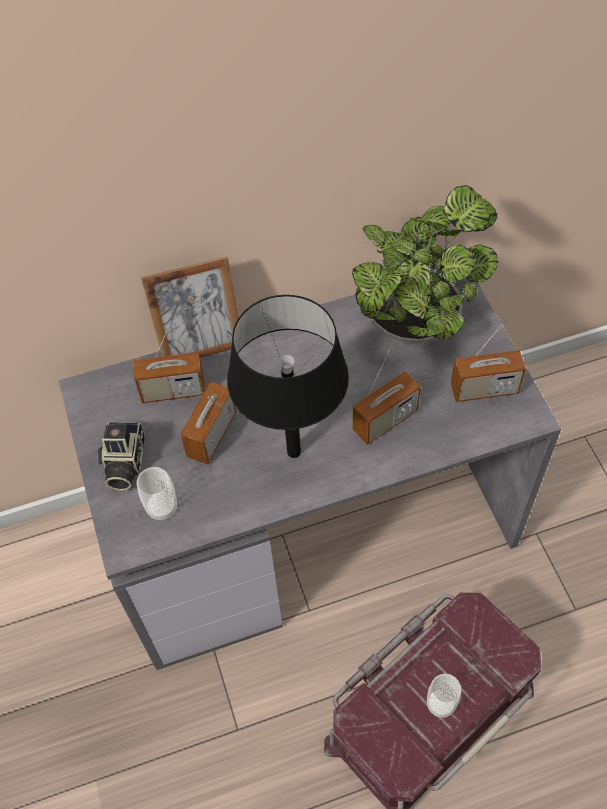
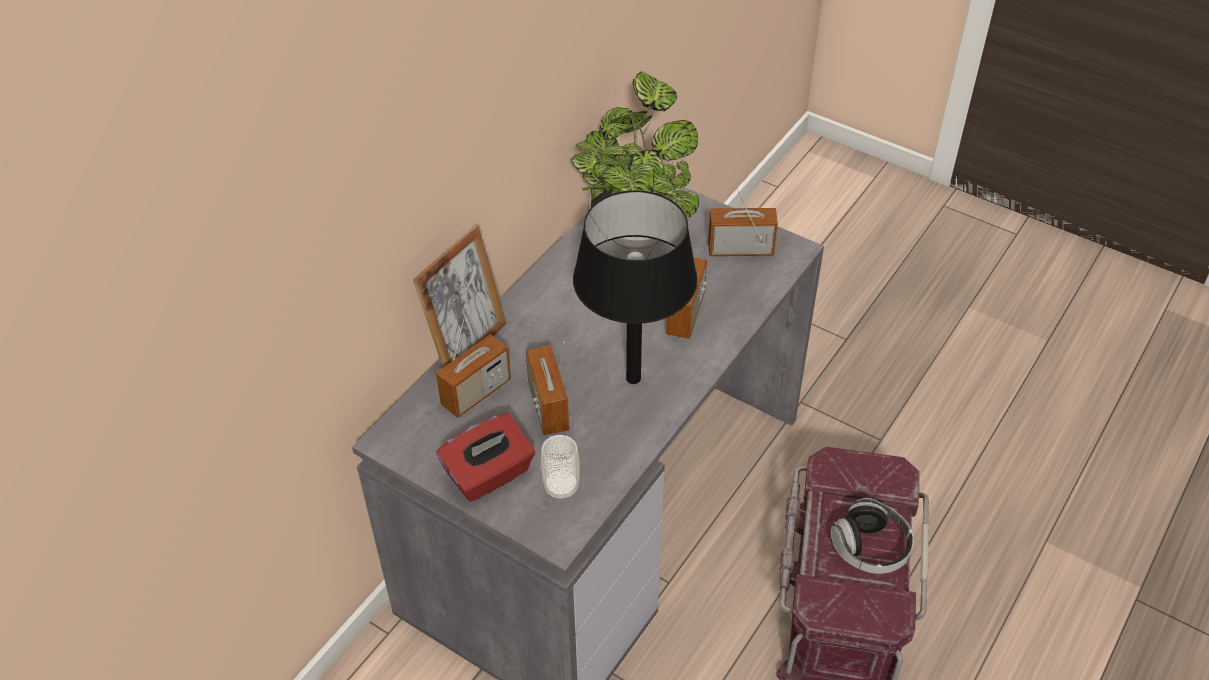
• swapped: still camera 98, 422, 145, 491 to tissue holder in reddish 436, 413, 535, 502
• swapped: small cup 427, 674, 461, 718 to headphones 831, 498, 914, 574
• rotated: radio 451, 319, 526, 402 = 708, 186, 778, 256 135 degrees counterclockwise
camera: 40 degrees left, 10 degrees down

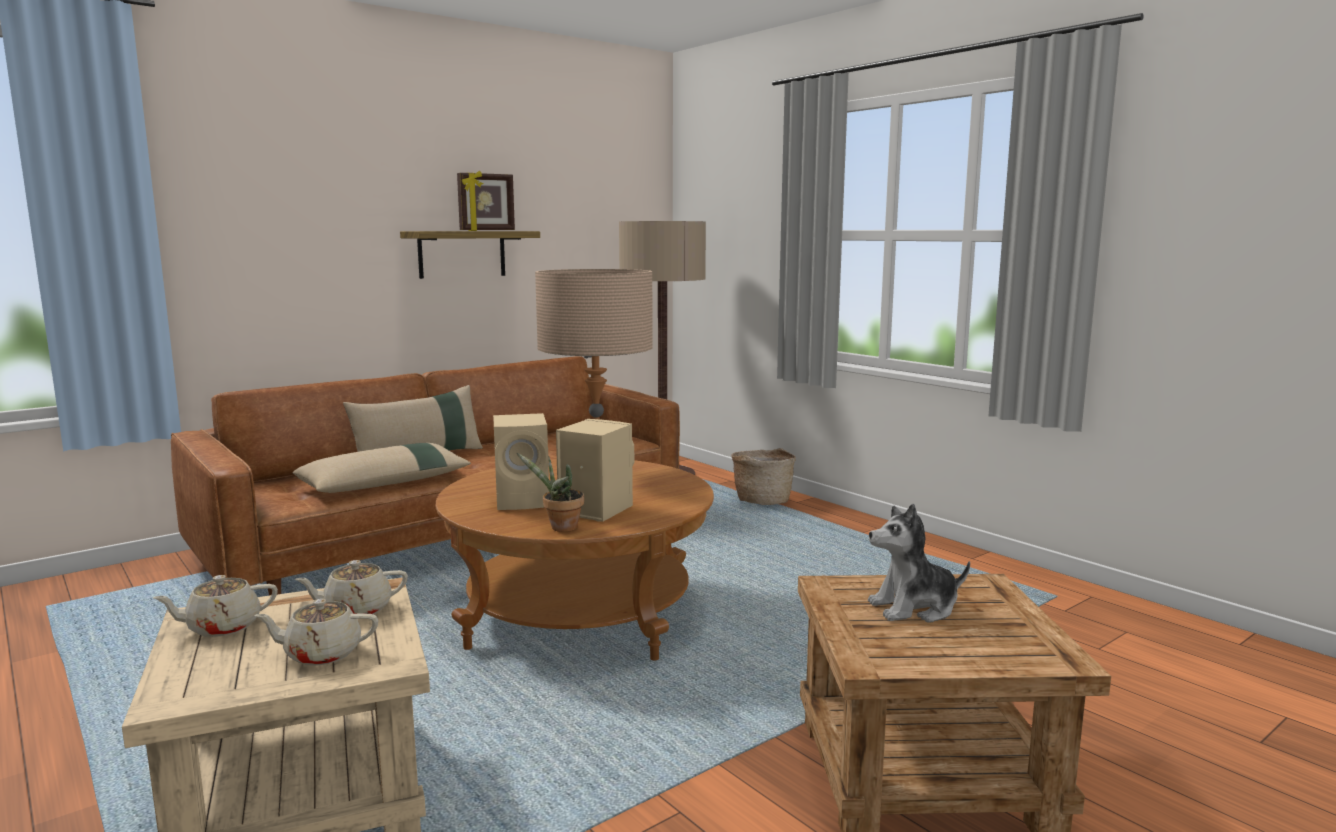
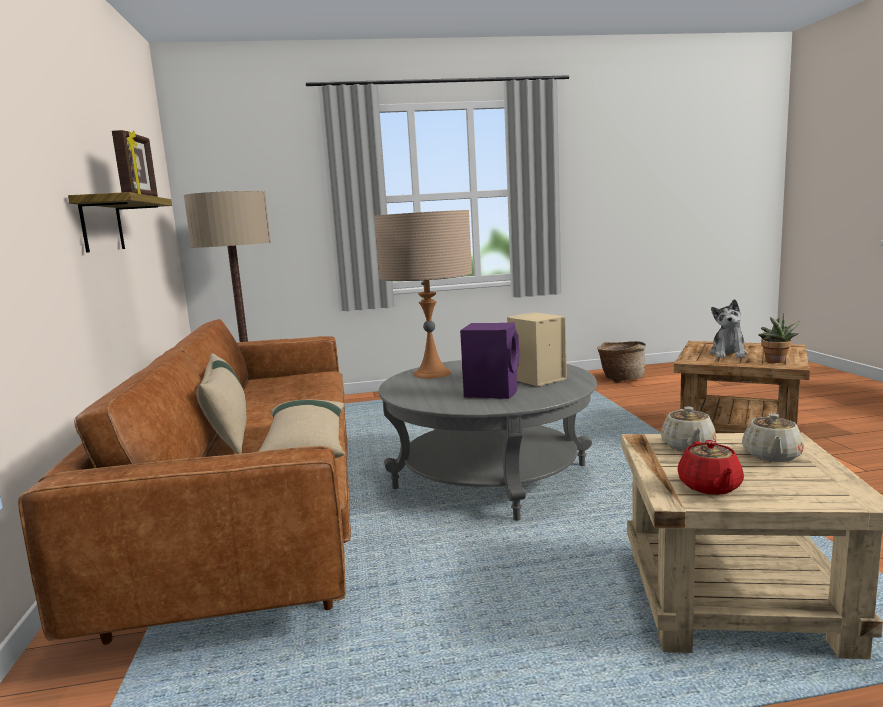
• shifted: potted plant 517, 453, 584, 532 to 758, 314, 800, 363
• shifted: storage basket 731, 448, 796, 505 to 597, 341, 646, 383
• repainted: teapot in sand-coloured 153, 575, 278, 637 to teapot in reddish 677, 440, 744, 495
• repainted: lounge table in brown 436, 459, 714, 660 to lounge table in grey 379, 360, 597, 521
• repainted: audio speaker in sand-coloured 493, 413, 549, 510 to audio speaker in purplish 460, 322, 519, 399
camera: 60 degrees left, 0 degrees up

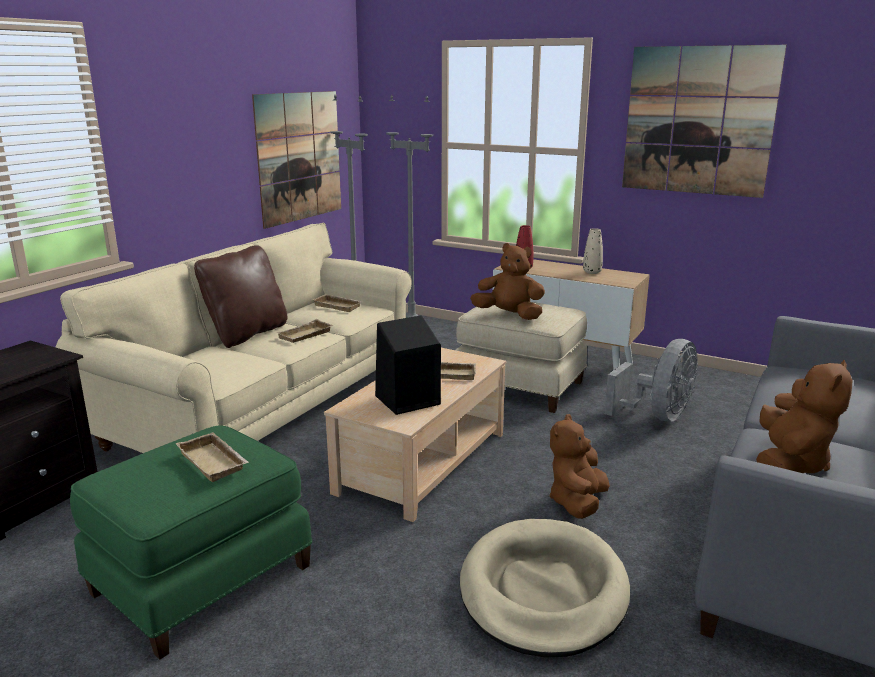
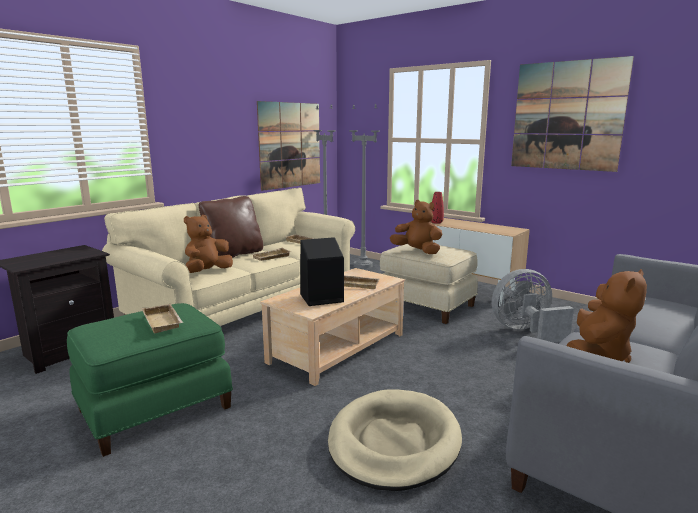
• gone: vase in sand-coloured 583, 228, 603, 274
• shifted: cuddly toy in brown 549, 414, 610, 519 to 184, 215, 233, 273
• rotated: cooling fan in grey 604, 339, 698, 422 = 492, 269, 574, 342 150 degrees counterclockwise
camera: 10 degrees right, 5 degrees down

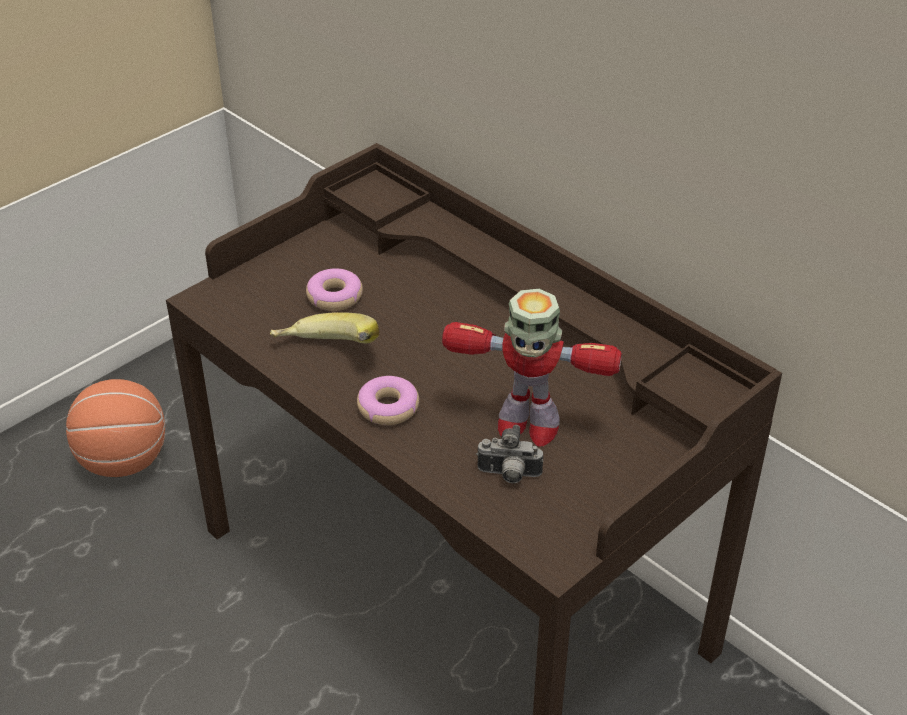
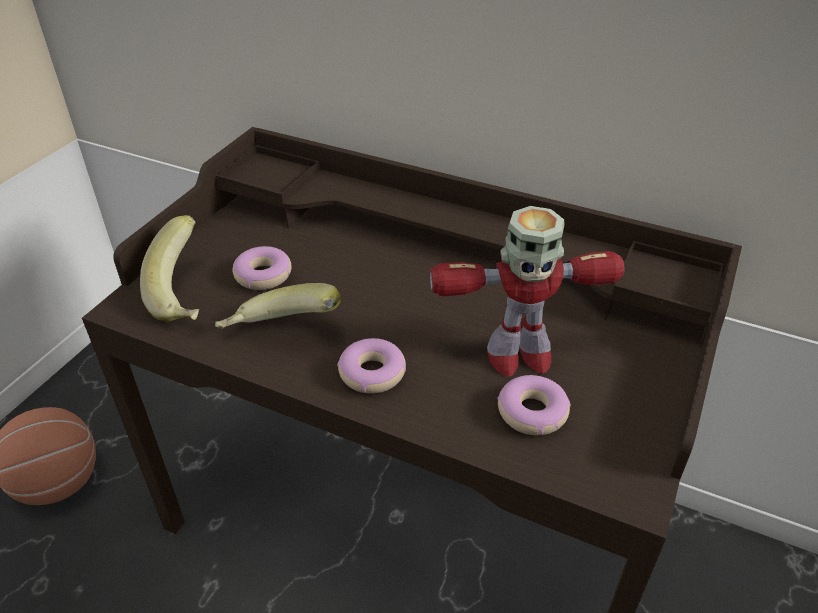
• new: whole banana 140, 215, 200, 322
• swapped: still camera 476, 425, 543, 483 to donut 497, 375, 571, 435
camera: 20 degrees left, 0 degrees up

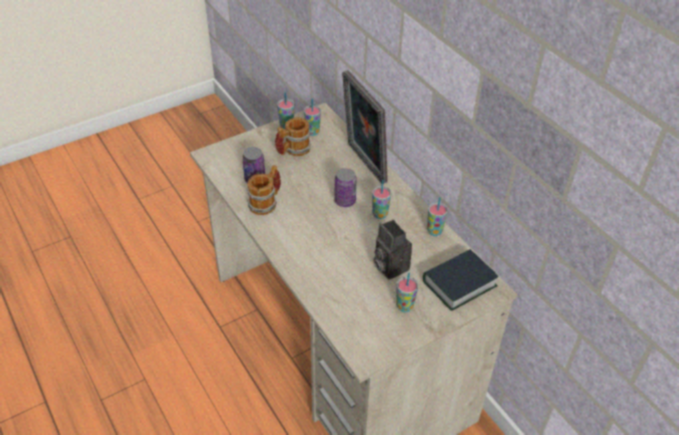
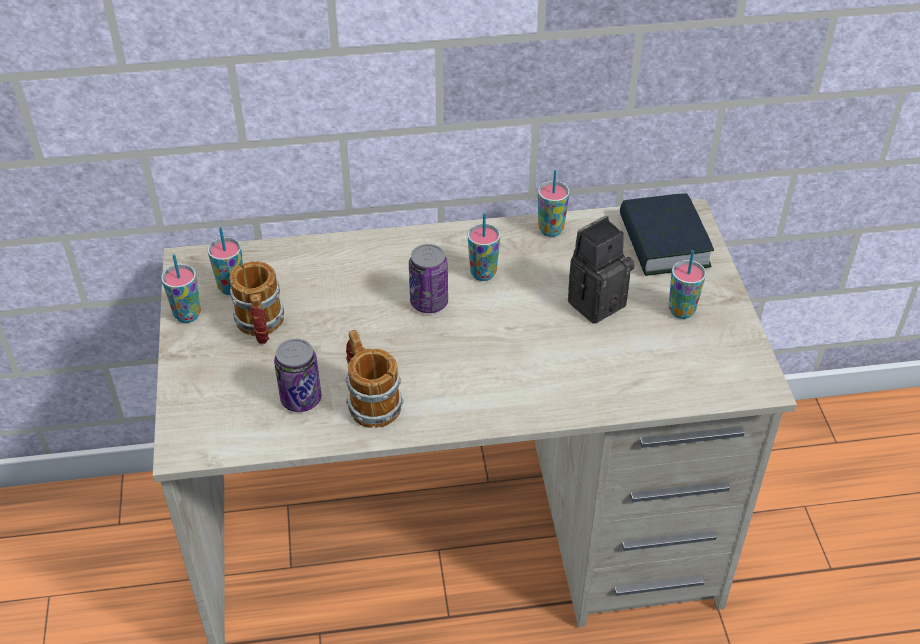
• gone: standing frame 342, 70, 388, 184
• rotated: still camera 373, 220, 412, 280 = 568, 216, 635, 324 150 degrees clockwise
camera: 65 degrees left, 0 degrees up

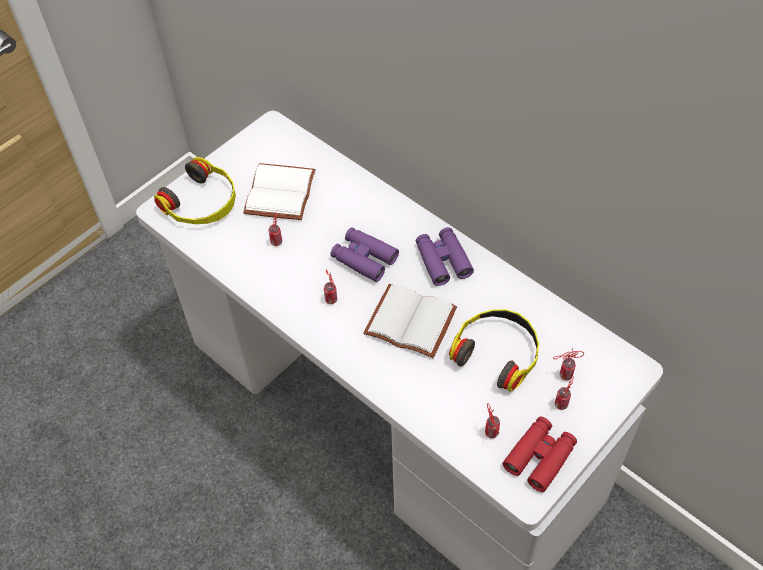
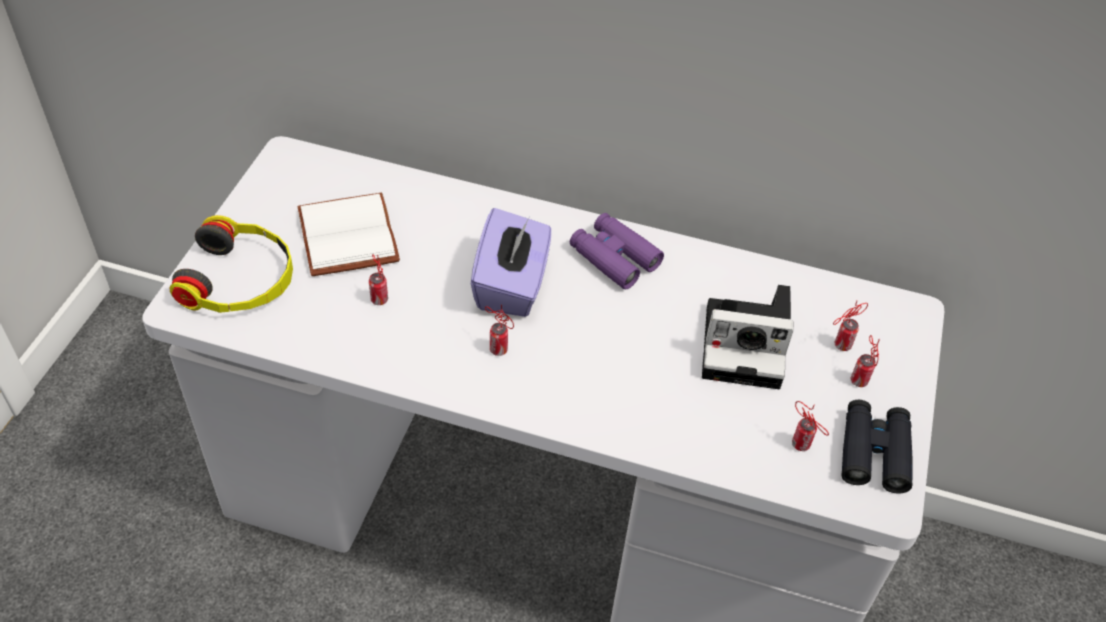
• gone: volume in whitish 364, 284, 457, 358
• swapped: pair of binoculars in purplish 330, 227, 399, 282 to tissue holder in purplish 471, 208, 551, 317
• swapped: headphones 449, 309, 539, 392 to still camera 702, 285, 793, 389
• repainted: pair of binoculars in reddish 503, 417, 577, 492 to pair of binoculars in black-coloured 842, 400, 913, 494
camera: 30 degrees left, 5 degrees down

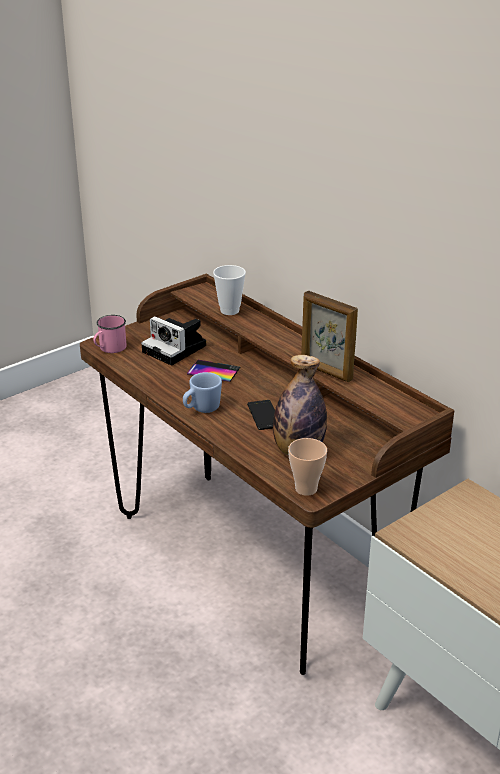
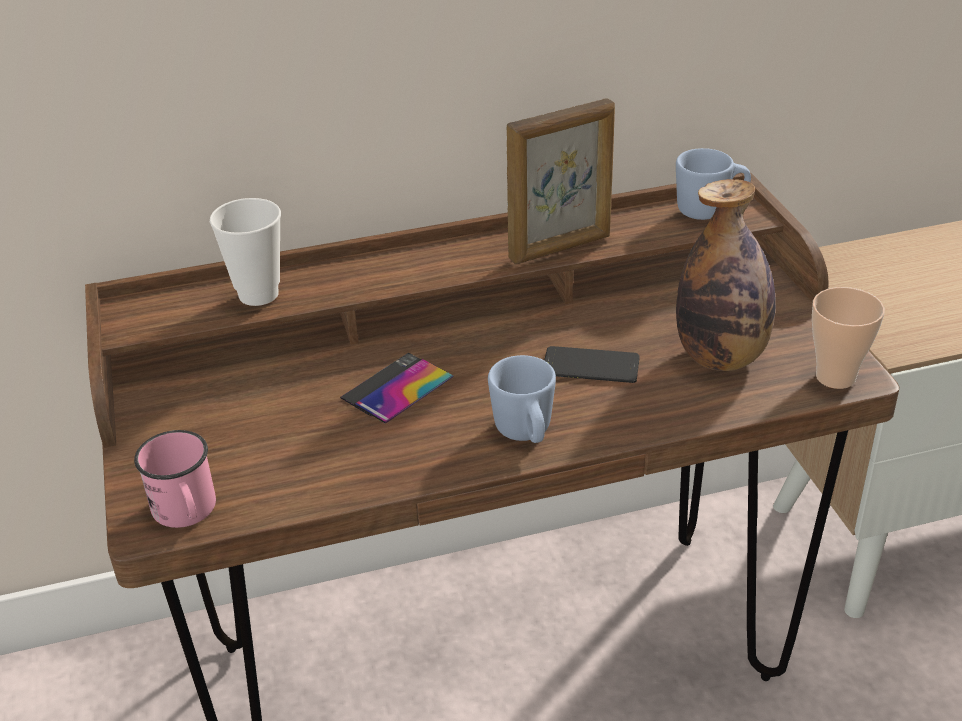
• gone: still camera 141, 316, 206, 365
• new: coffee mug in blue 676, 148, 751, 220
camera: 65 degrees left, 5 degrees up

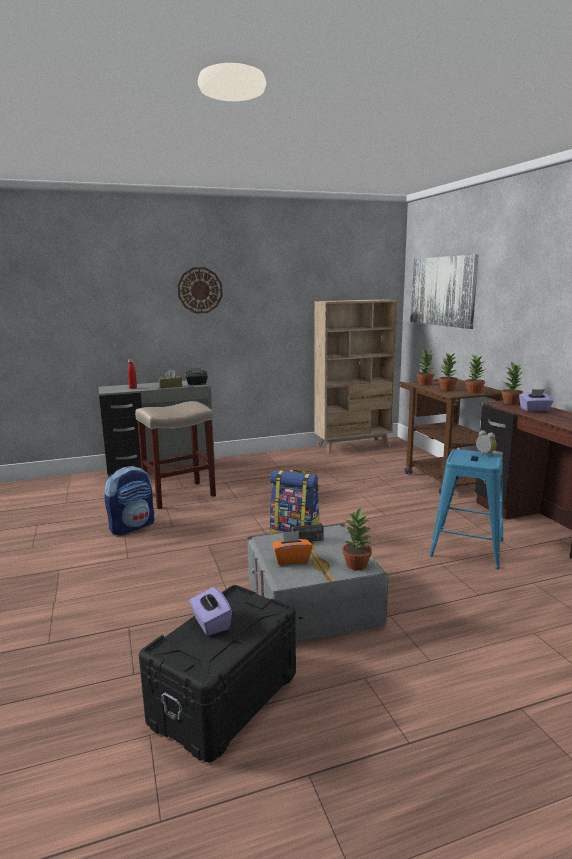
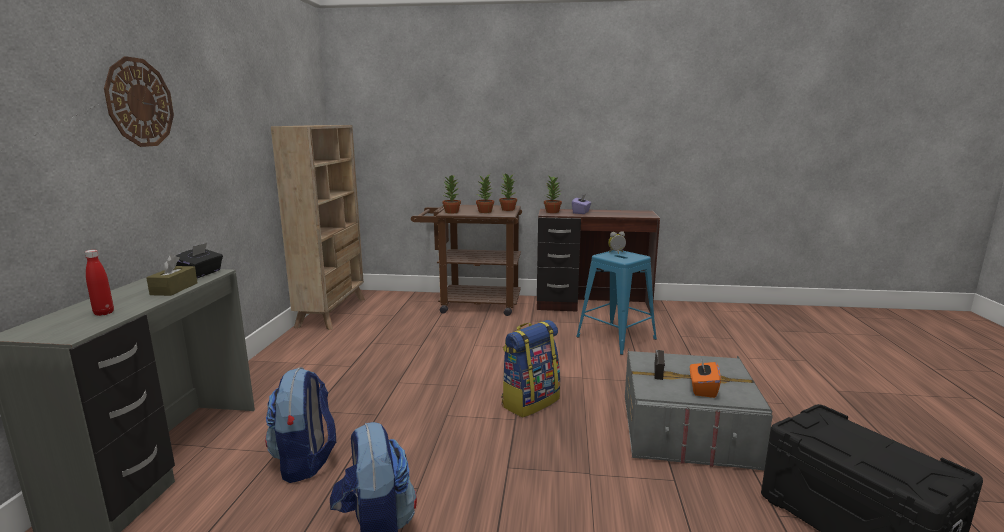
• gone: tissue holder in purplish 189, 587, 232, 636
• gone: potted plant 342, 506, 372, 570
• gone: picture 411, 254, 479, 329
• swapped: stool in sand-coloured 135, 401, 216, 509 to backpack 265, 367, 336, 483
camera: 65 degrees left, 0 degrees up

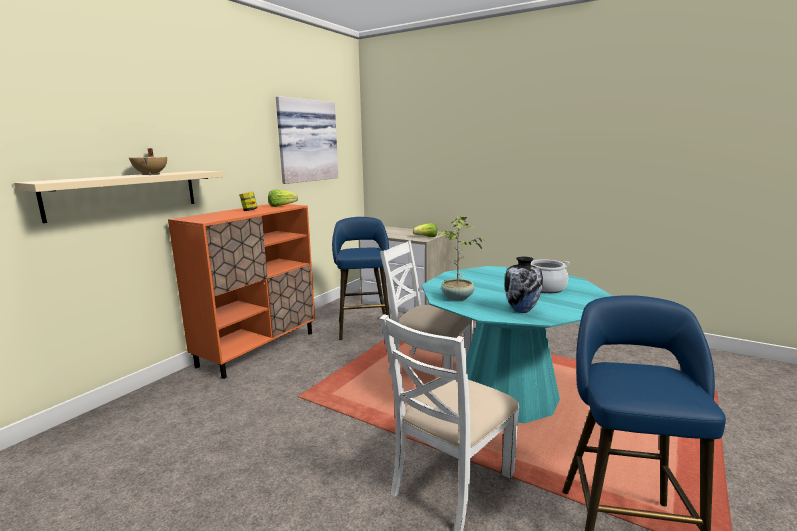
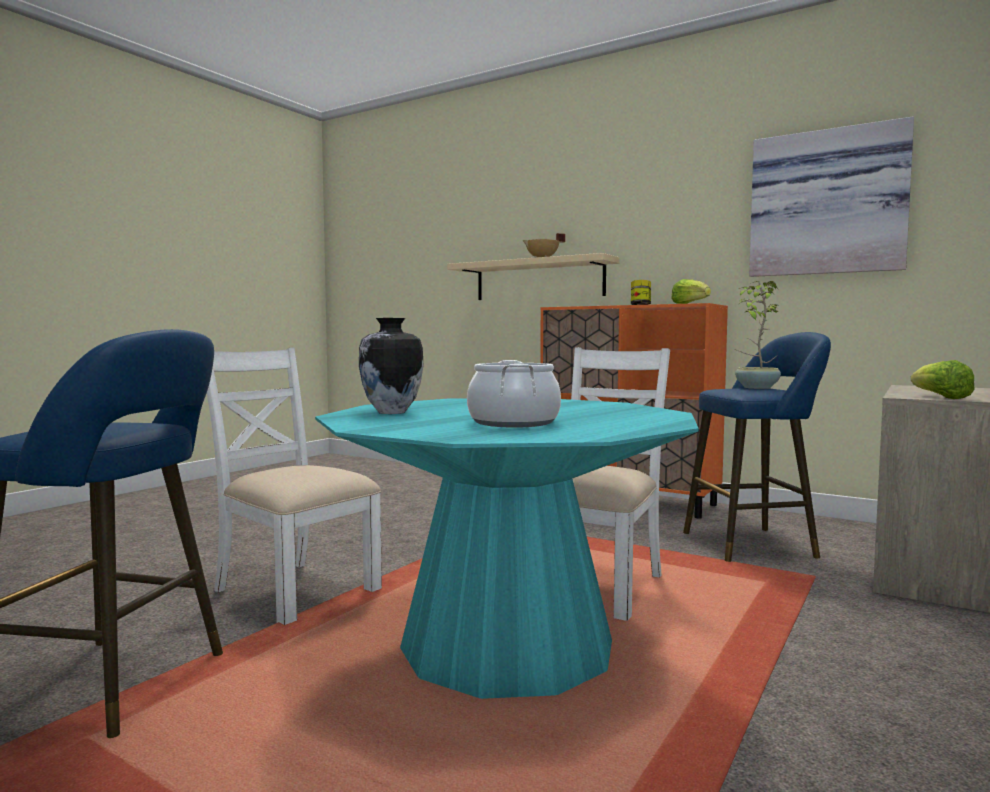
• shifted: potted plant 438, 217, 485, 301 to 735, 281, 781, 389
camera: 90 degrees right, 10 degrees down

